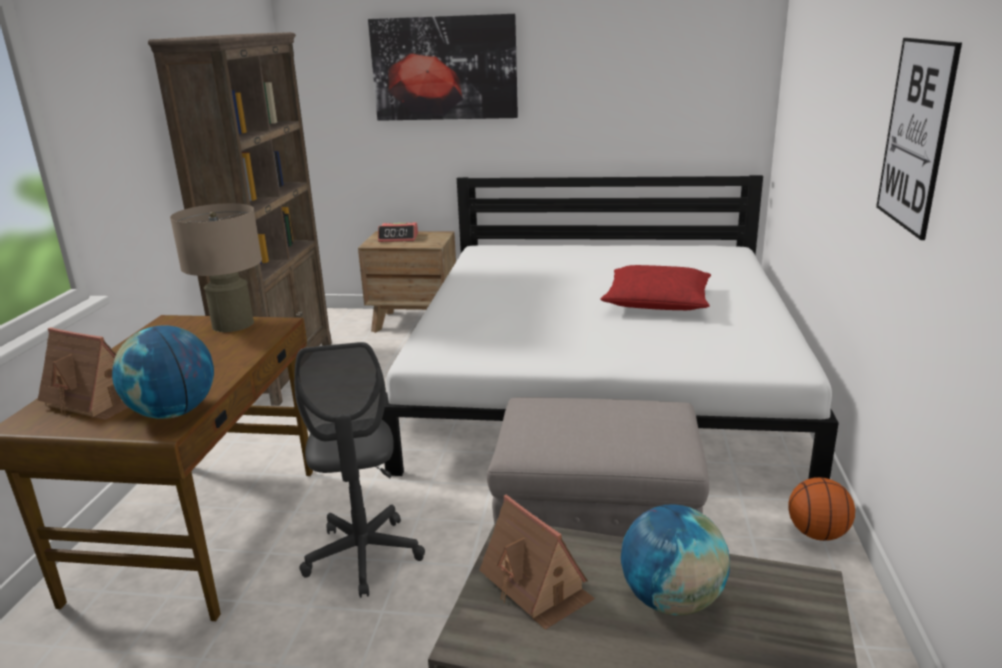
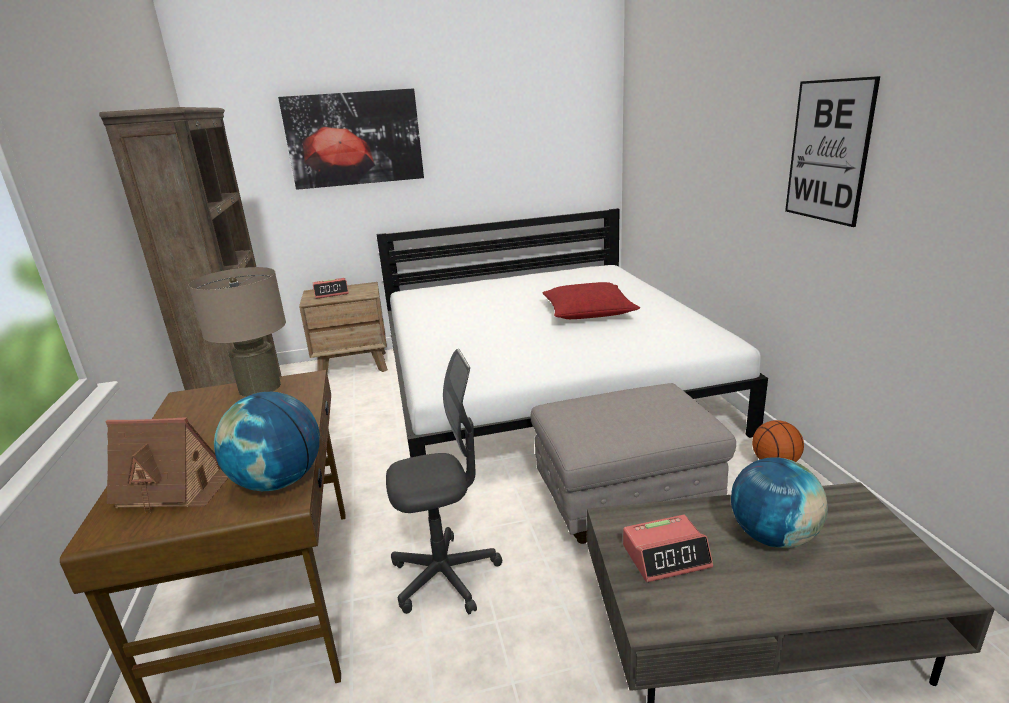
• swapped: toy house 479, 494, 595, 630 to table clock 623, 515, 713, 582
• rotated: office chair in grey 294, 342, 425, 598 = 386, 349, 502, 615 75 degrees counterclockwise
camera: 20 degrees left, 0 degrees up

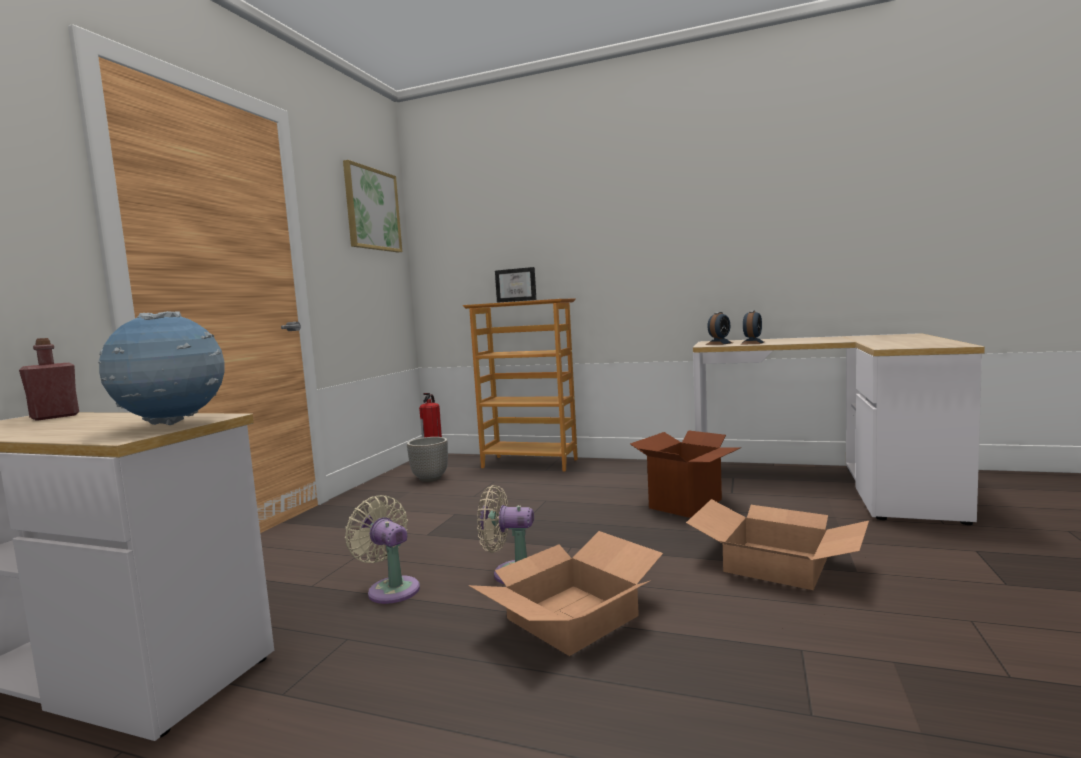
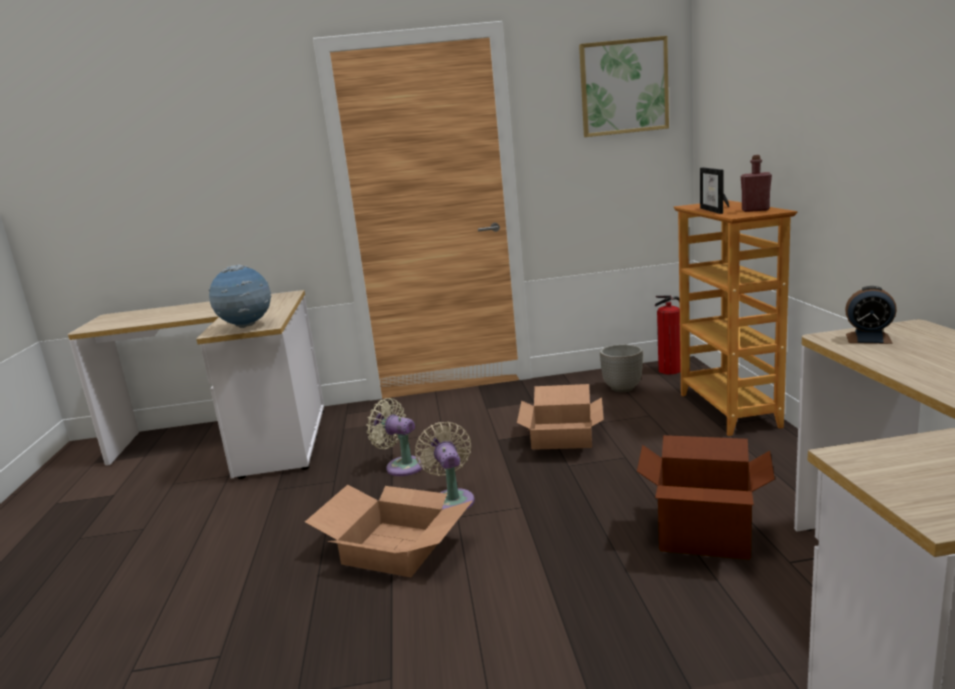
• gone: table clock 741, 310, 764, 344
• shifted: drink bottle in reddish 19, 338, 79, 421 to 741, 155, 772, 212
• shifted: carton 686, 499, 869, 590 to 517, 384, 604, 450
• rotated: cooling fan in sand-coloured 345, 495, 420, 604 = 366, 398, 423, 476 75 degrees counterclockwise
camera: 65 degrees right, 10 degrees up

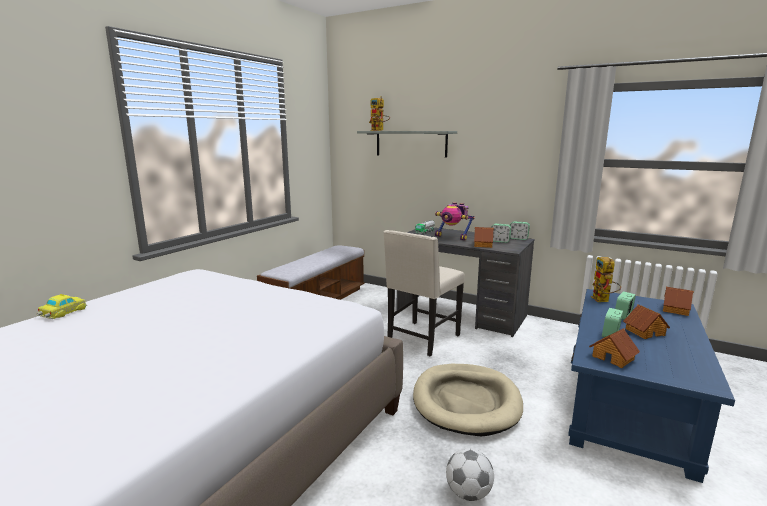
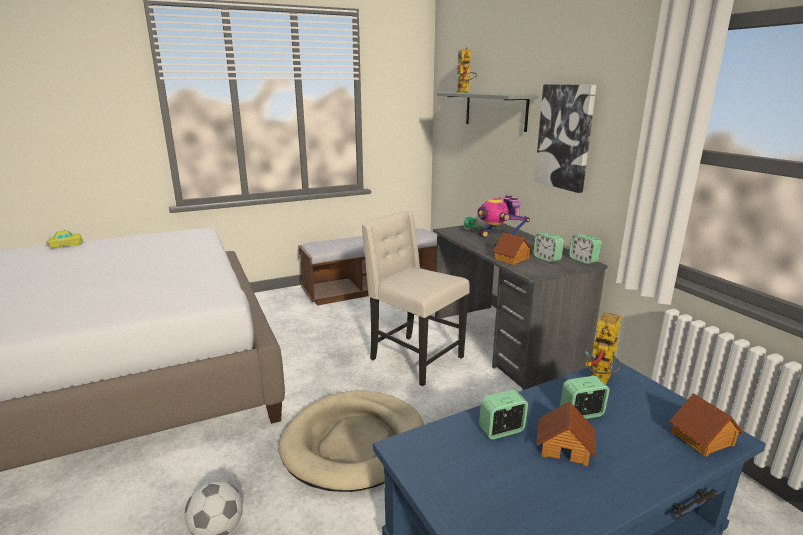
• gone: toy house 589, 328, 640, 368
• new: picture 534, 84, 596, 193
• rotated: plain chair in sand-coloured 384, 230, 465, 357 = 362, 211, 470, 386 60 degrees clockwise
camera: 35 degrees right, 5 degrees up

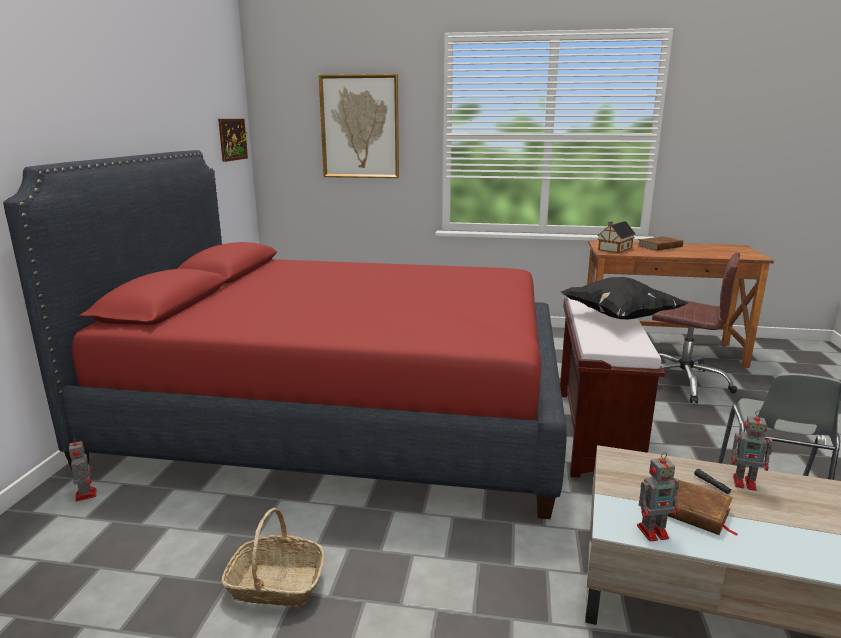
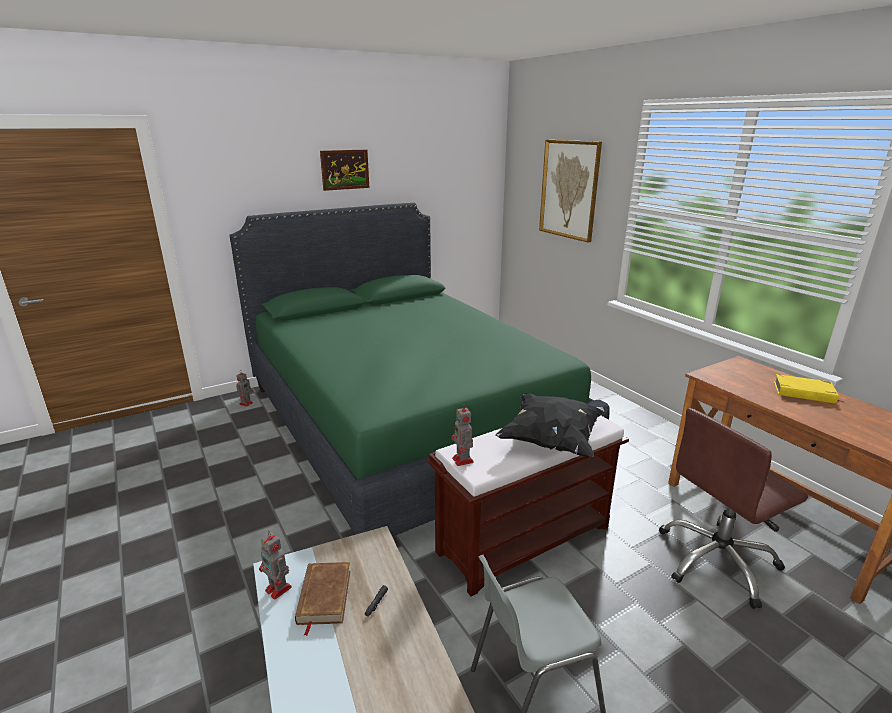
• gone: storage basket 221, 508, 325, 607
• gone: toy house 597, 221, 635, 253
• shifted: picture 218, 119, 248, 162 to 320, 150, 369, 191
• shifted: model robot 732, 410, 772, 491 to 451, 405, 474, 466
• repainted: bed in reddish 3, 150, 567, 519 to bed in green 230, 203, 609, 537
• repainted: volume in brown 638, 236, 683, 250 to volume in yellow 774, 374, 845, 404
• rotated: office chair in brown 652, 253, 740, 404 = 659, 408, 808, 609 75 degrees clockwise
camera: 50 degrees right, 5 degrees up

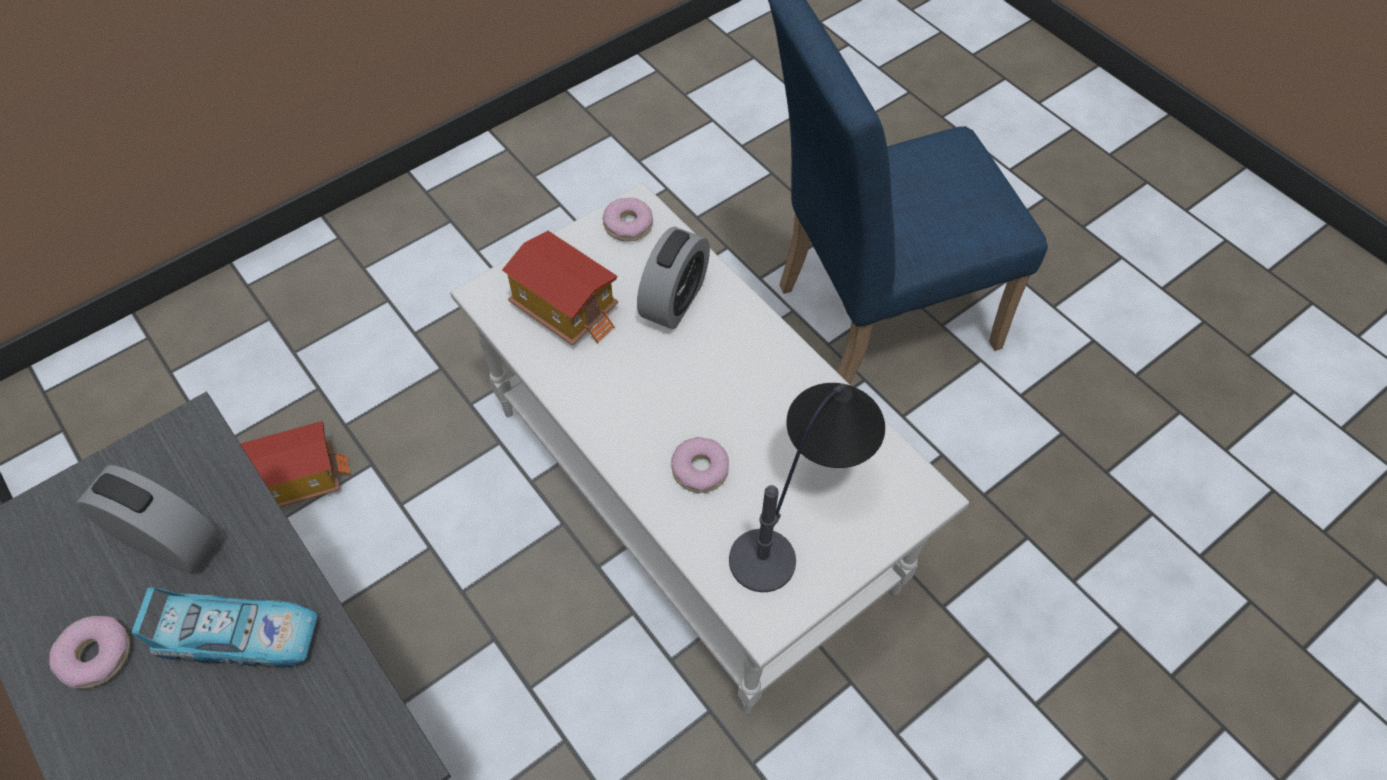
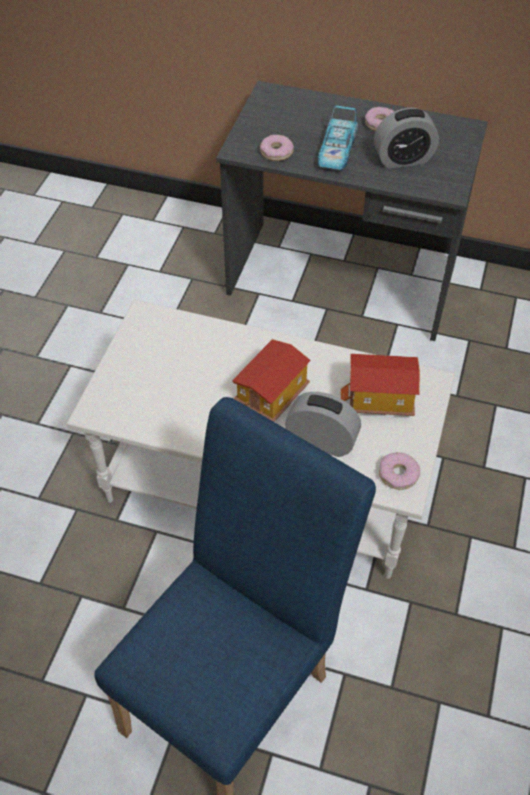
• gone: lamp for a table 729, 383, 885, 592
• shifted: toy house 240, 421, 351, 507 to 232, 339, 311, 422
• shifted: donut 671, 437, 729, 493 to 260, 135, 294, 161
• rotated: miniature car 132, 587, 318, 668 = 318, 105, 358, 170 45 degrees counterclockwise
• rotated: table clock 637, 226, 710, 329 = 285, 392, 361, 457 120 degrees clockwise
camera: 145 degrees right, 5 degrees down

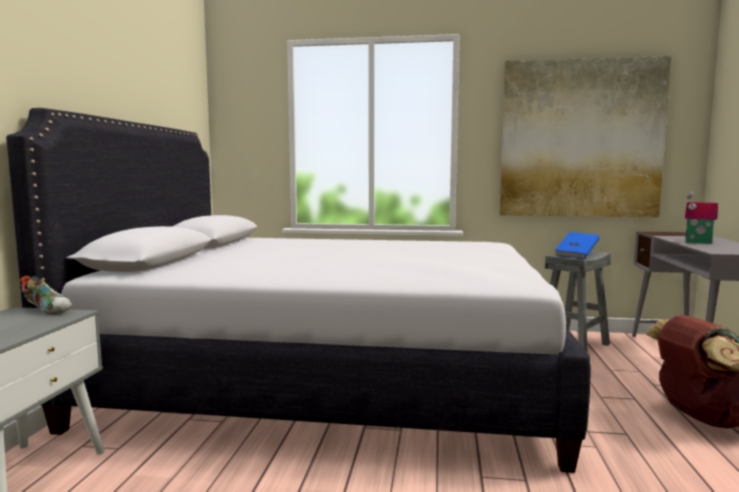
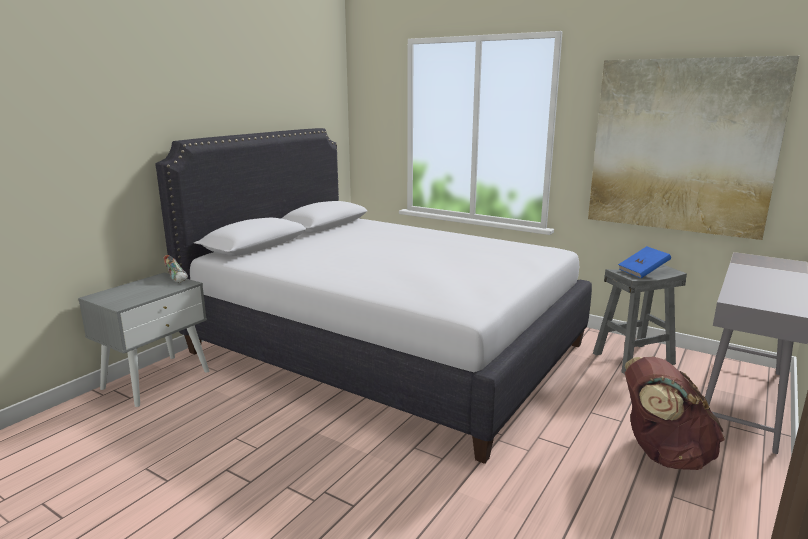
• gone: toy house 685, 192, 718, 244
camera: 25 degrees right, 10 degrees up

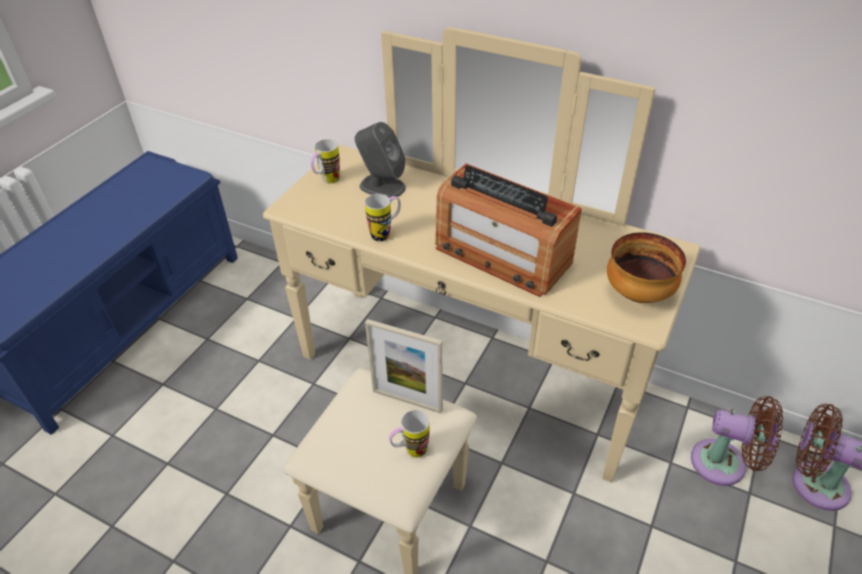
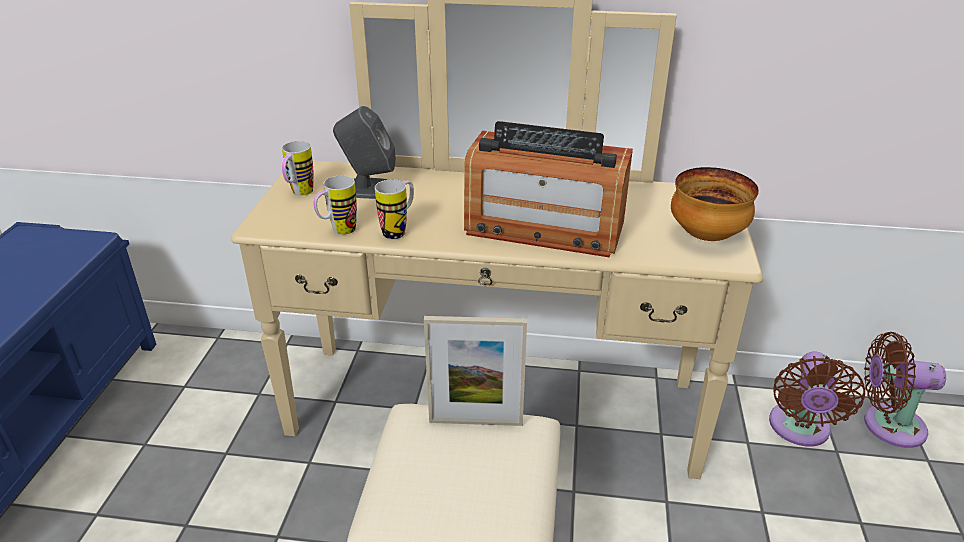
• shifted: coffee mug 389, 410, 429, 458 to 313, 175, 357, 235
• rotated: cooling fan in brown 691, 396, 783, 486 = 769, 351, 865, 447 105 degrees clockwise
camera: 20 degrees left, 10 degrees down

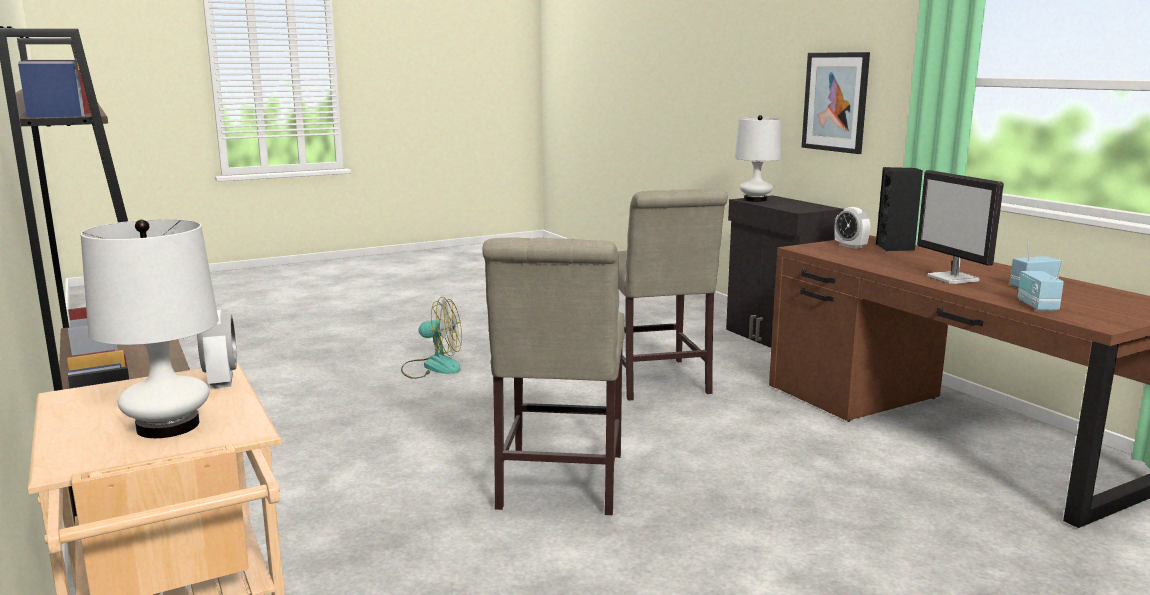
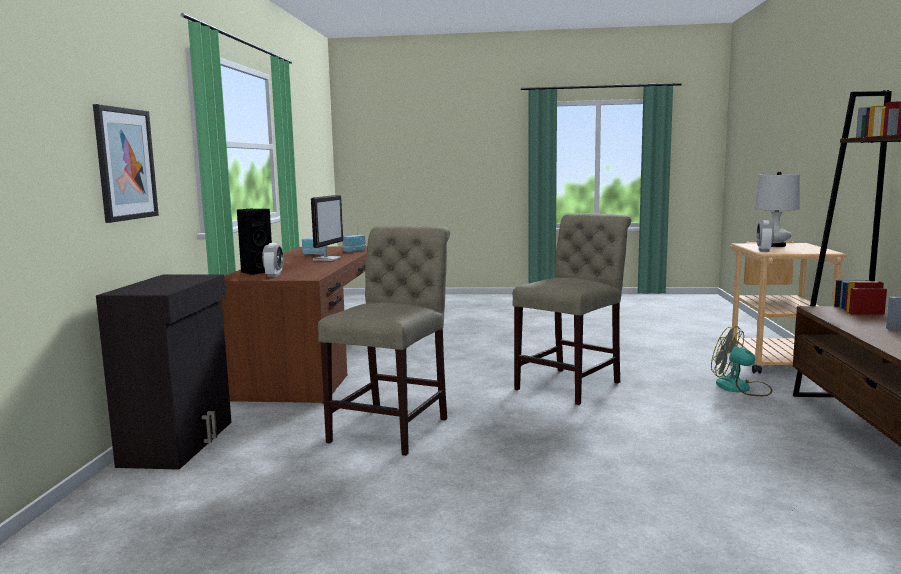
• gone: lamp for a table in whitish 735, 115, 781, 202
• shifted: cooling fan 401, 297, 462, 379 to 711, 326, 772, 396
camera: 145 degrees left, 5 degrees down

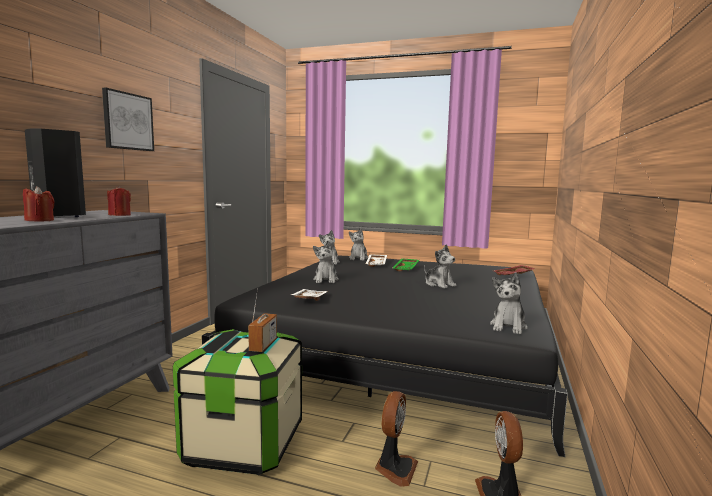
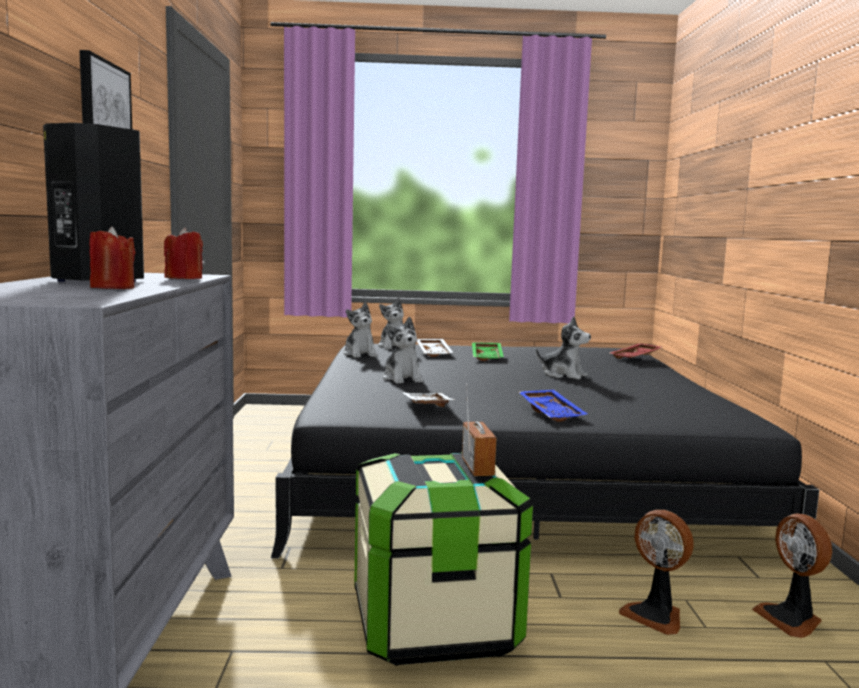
• gone: cuddly toy 490, 272, 528, 334
• new: tray in blue 519, 390, 587, 422
• rotated: cooling fan 375, 391, 418, 487 = 619, 510, 694, 635 135 degrees clockwise
camera: 20 degrees left, 0 degrees up

